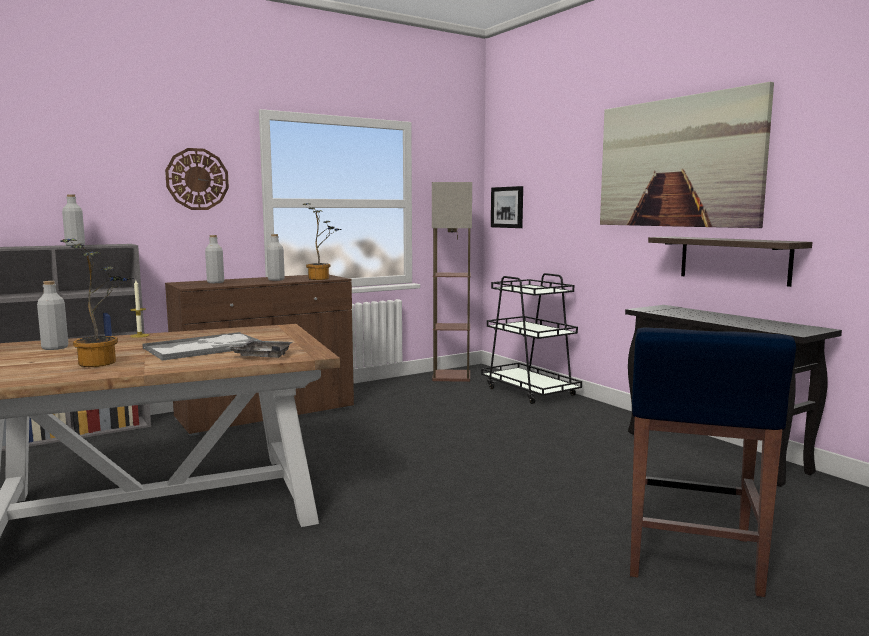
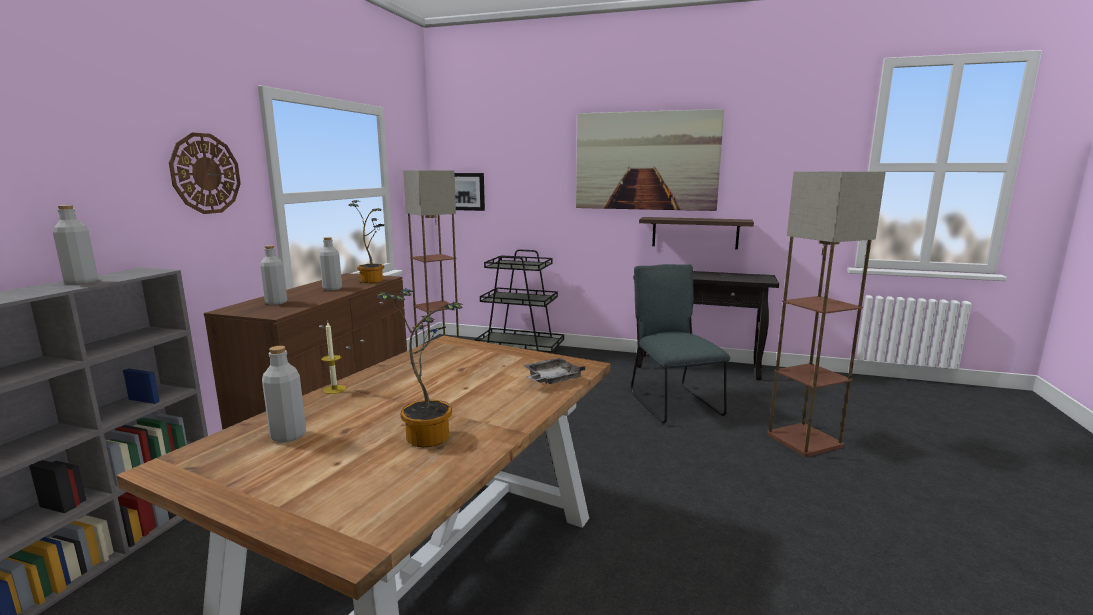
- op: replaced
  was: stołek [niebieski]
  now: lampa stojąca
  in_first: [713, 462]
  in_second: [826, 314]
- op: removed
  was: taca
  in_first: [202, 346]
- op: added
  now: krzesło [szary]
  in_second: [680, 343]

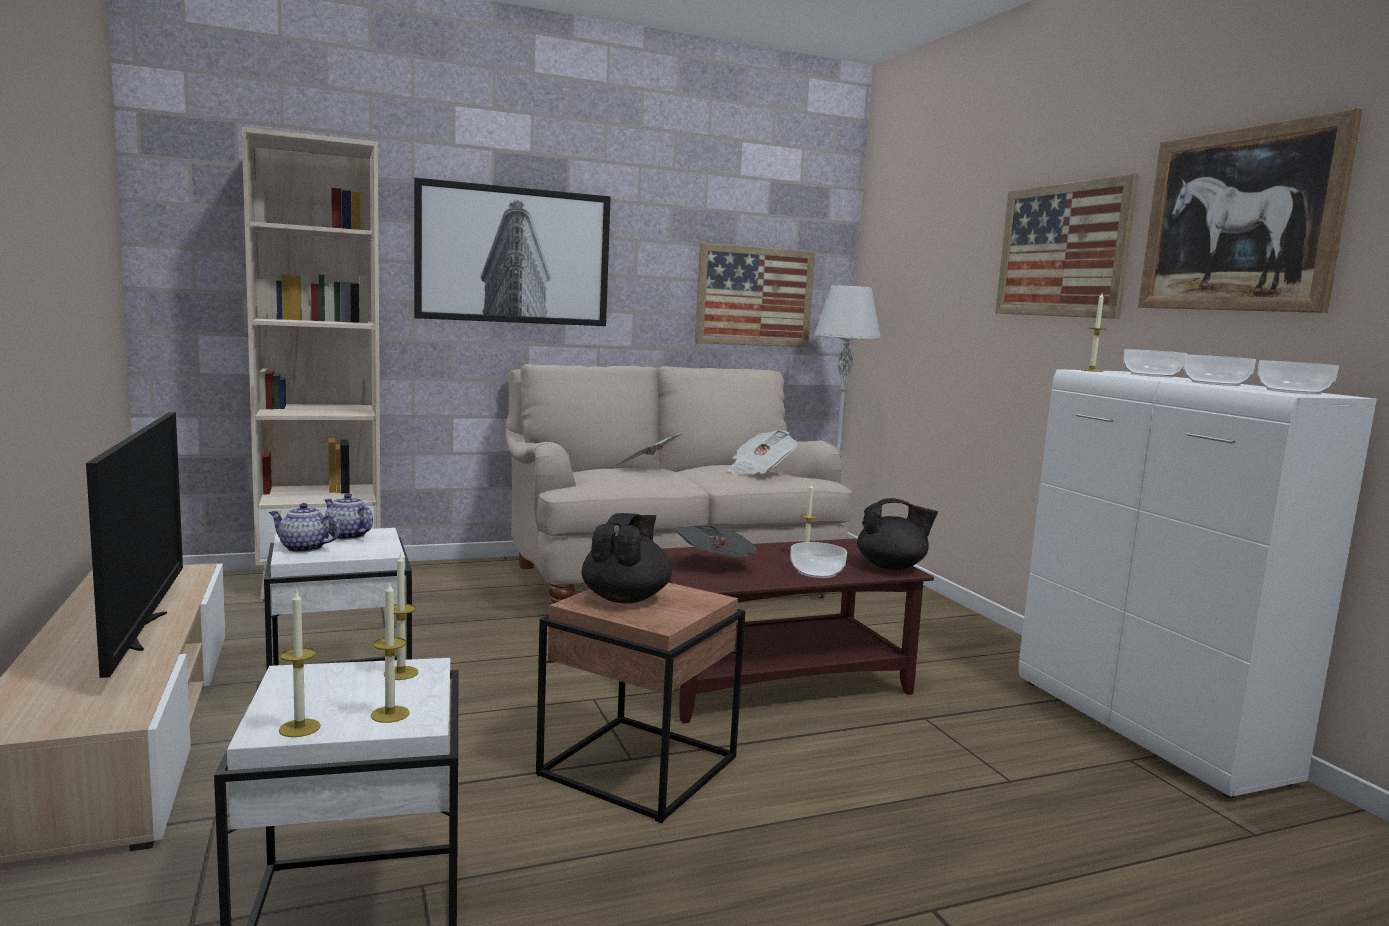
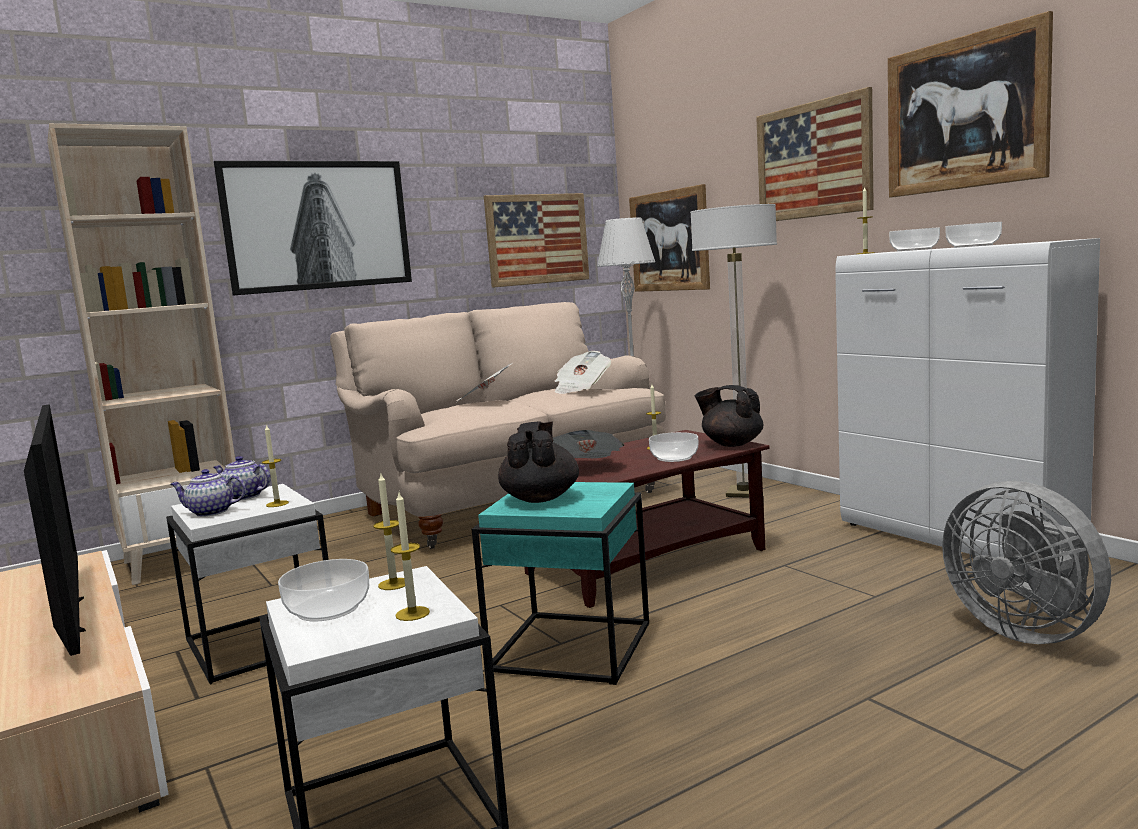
- op: moved
  was: miska
  in_first: [1298, 377]
  in_second: [323, 590]
- op: turned
  was: imbryk [czarny]
  in_first: [897, 534]
  in_second: [729, 416]
  clockwise: -135
- op: recoloured
  was: stolik [brązowy]
  now: stolik [turkusowy]
  in_first: [641, 702]
  in_second: [560, 583]
- op: moved
  was: świeca
  in_first: [300, 663]
  in_second: [275, 465]
- op: added
  now: obraz
  in_second: [669, 238]
- op: added
  now: lampa stojąca
  in_second: [733, 351]
- op: added
  now: wentylator [szary]
  in_second: [1026, 562]

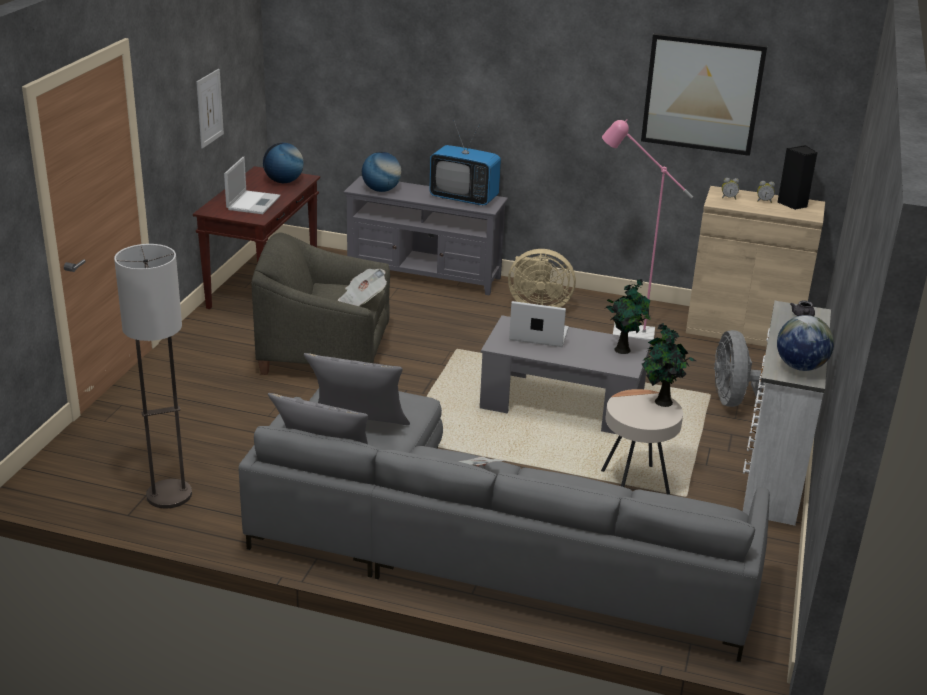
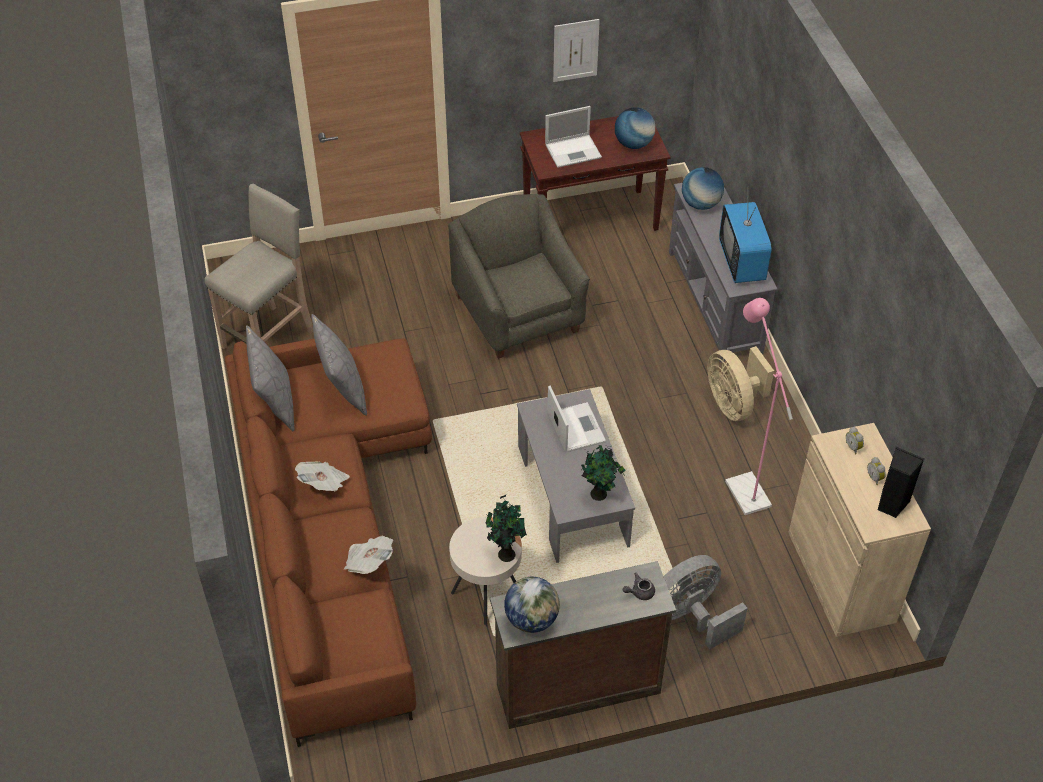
- op: removed
  was: obraz
  in_first: [704, 94]
- op: replaced
  was: lampa stojąca
  now: stołek [beżowy]
  in_first: [153, 376]
  in_second: [258, 266]
- op: moved
  was: gazeta
  in_first: [362, 287]
  in_second: [368, 555]
- op: recoloured
  was: komoda [biały]
  now: komoda [brązowy]
  in_first: [787, 413]
  in_second: [583, 645]
- op: recoloured
  was: kanapa [szary]
  now: kanapa [brązowy]
  in_first: [504, 525]
  in_second: [328, 542]

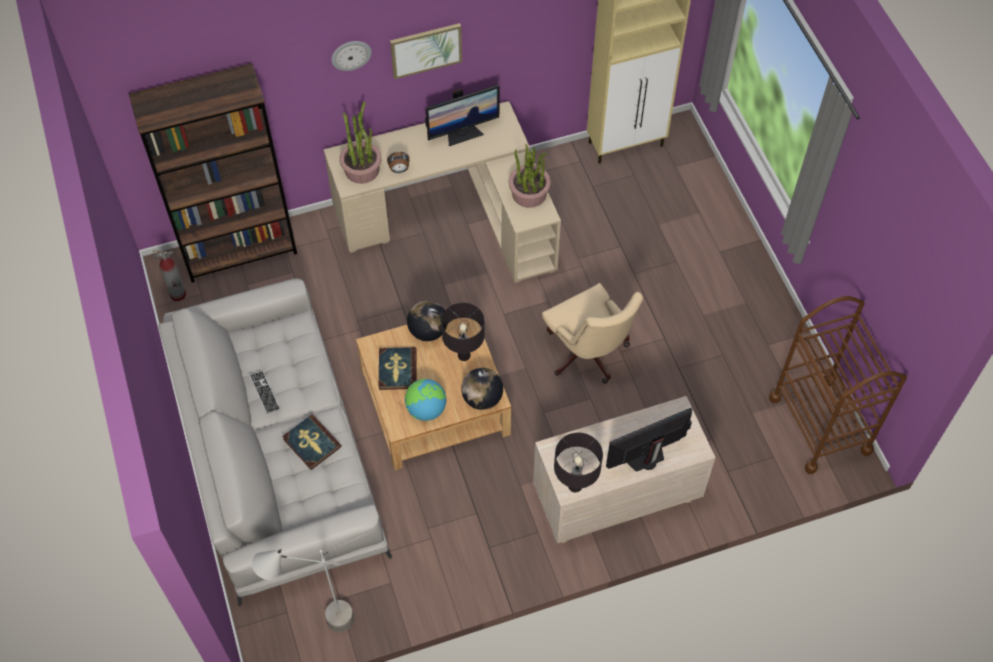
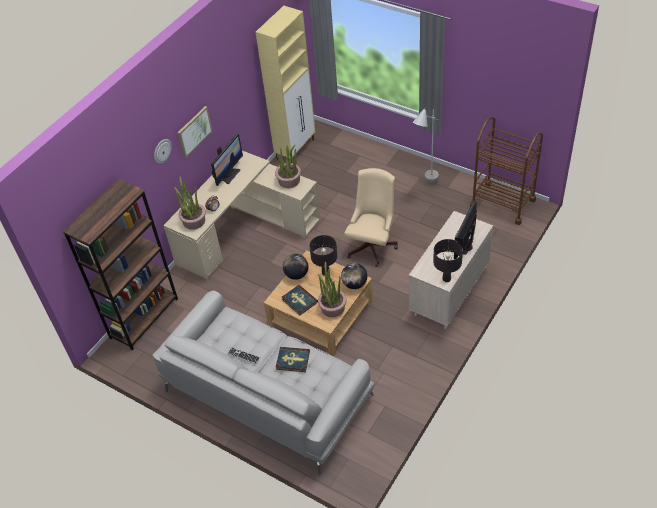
- op: removed
  was: gaśnica
  in_first: [169, 275]
- op: turned
  was: krzesło biurowe [beżowy]
  in_first: [592, 333]
  in_second: [371, 217]
  clockwise: -90
- op: replaced
  was: globus
  now: roślina doniczkowa
  in_first: [425, 400]
  in_second: [332, 289]
- op: moved
  was: lampa stojąca [szary]
  in_first: [303, 590]
  in_second: [426, 146]

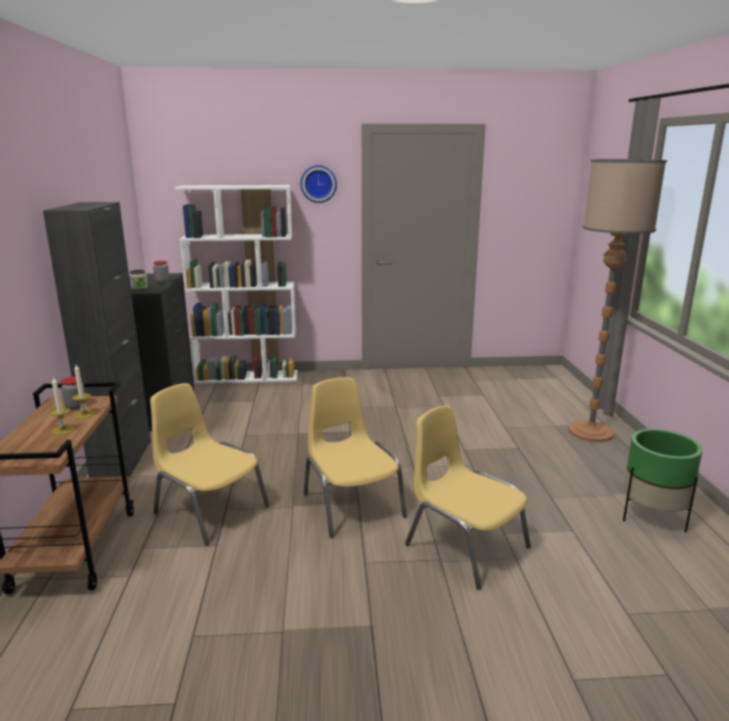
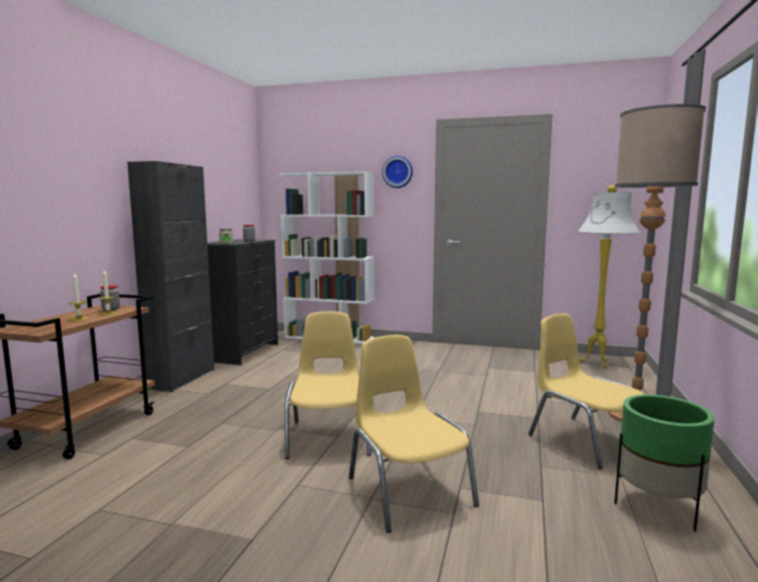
- op: moved
  was: krzesło [żółty]
  in_first: [209, 464]
  in_second: [586, 391]
- op: added
  now: lampa stojąca [biały]
  in_second: [609, 276]

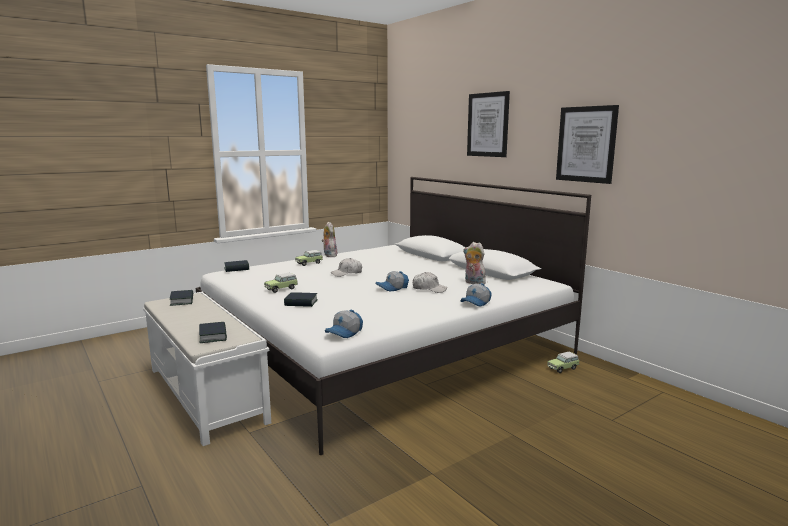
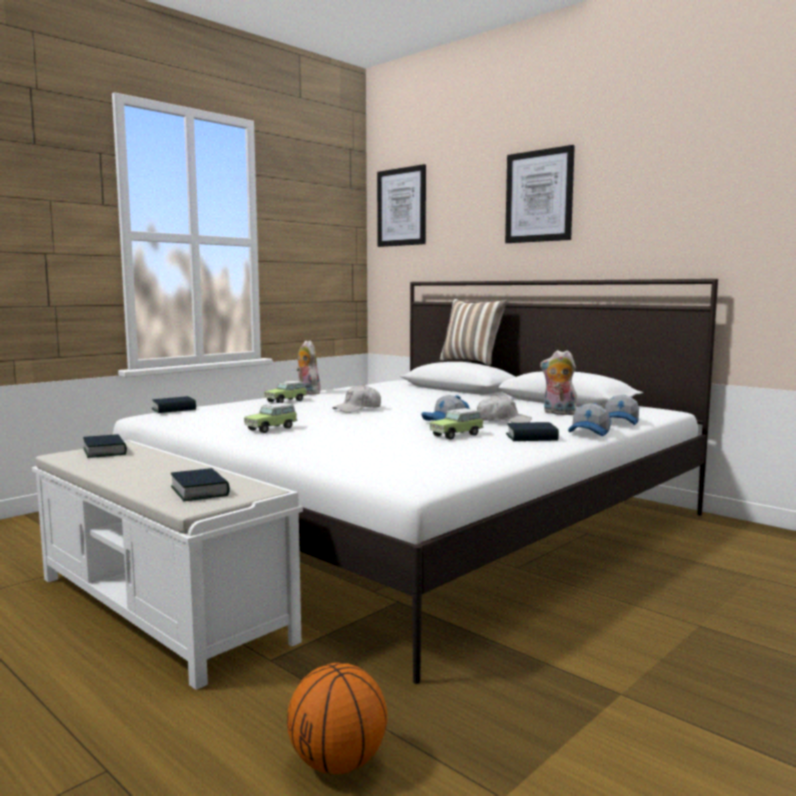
- op: moved
  was: obraz
  in_first: [587, 144]
  in_second: [401, 205]
- op: moved
  was: książka
  in_first: [301, 299]
  in_second: [532, 431]
- op: moved
  was: czapka z daszkiem
  in_first: [344, 324]
  in_second: [622, 410]
- op: moved
  was: samochodzik
  in_first: [563, 362]
  in_second: [457, 424]
- op: added
  now: poduszka
  in_second: [474, 332]
- op: added
  now: piłka do koszykówki
  in_second: [337, 718]

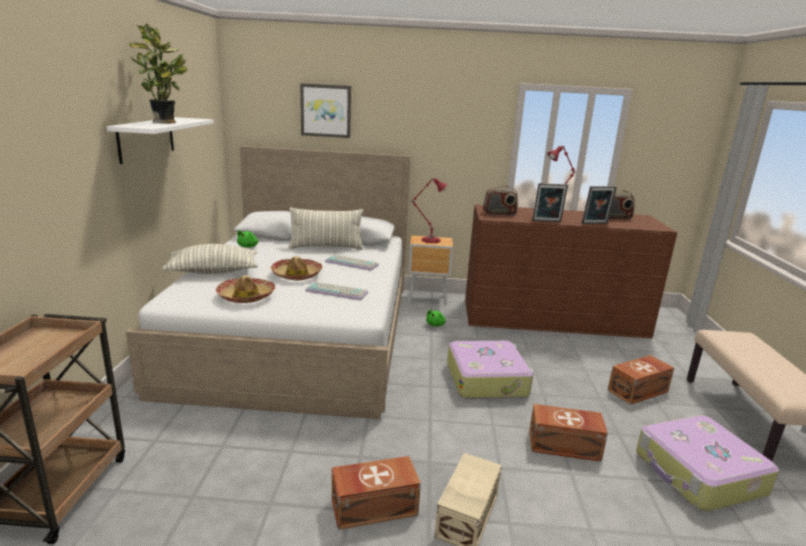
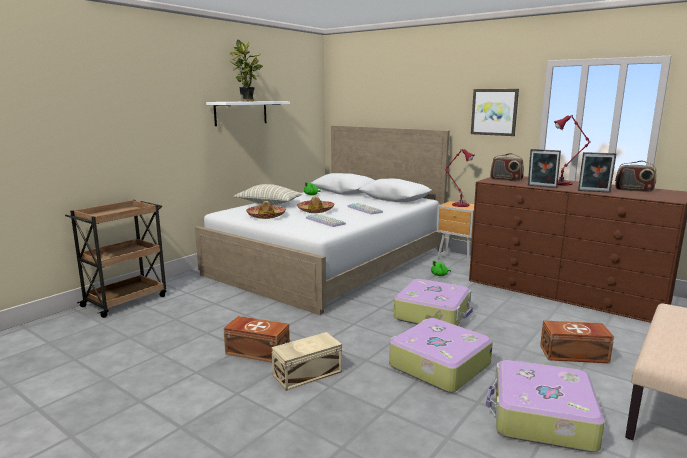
- op: moved
  was: obraz
  in_first: [325, 110]
  in_second: [495, 112]
- op: removed
  was: poduszka
  in_first: [326, 229]
- op: replaced
  was: pojemnik do przechowywania [brązowy]
  now: walizka
  in_first: [568, 433]
  in_second: [441, 355]

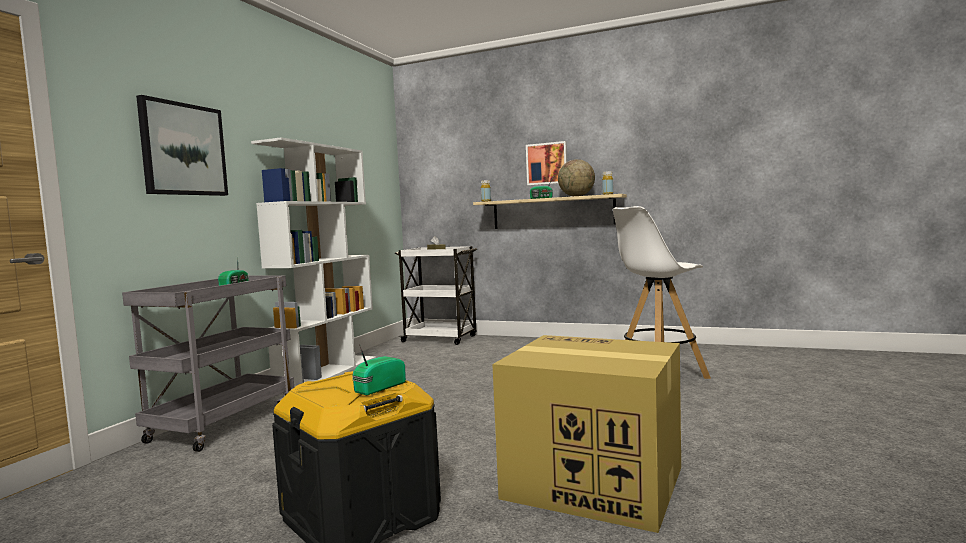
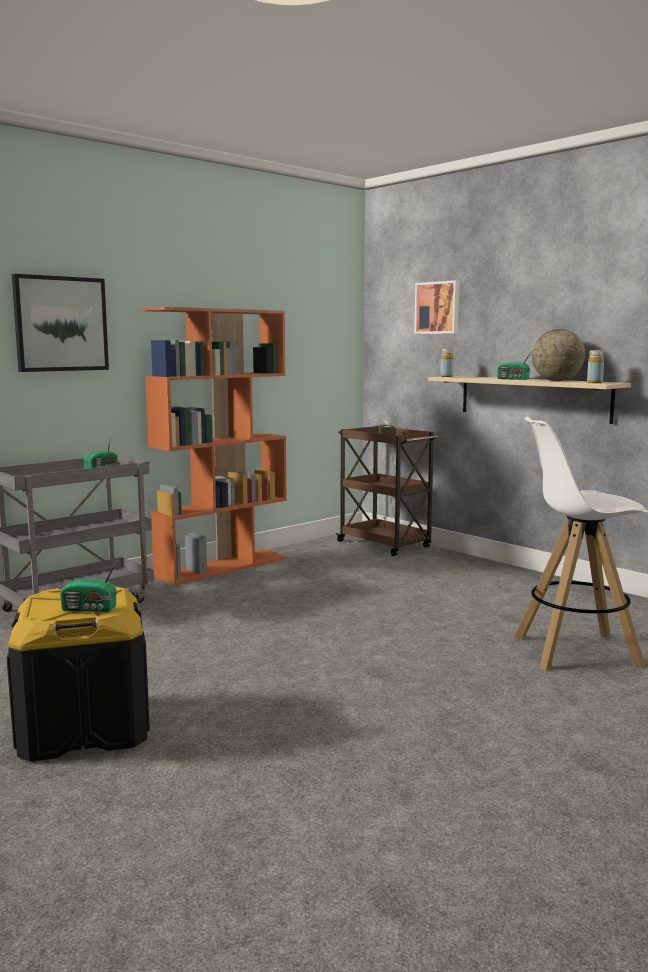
- op: recoloured
  was: regał [biały]
  now: regał [pomarańczowy]
  in_first: [313, 263]
  in_second: [214, 446]
- op: moved
  was: obraz
  in_first: [546, 163]
  in_second: [437, 307]
- op: recoloured
  was: wózek [biały]
  now: wózek [brązowy]
  in_first: [436, 295]
  in_second: [387, 491]
- op: removed
  was: karton
  in_first: [586, 434]
- op: turned
  was: radio
  in_first: [379, 369]
  in_second: [89, 584]
  clockwise: -150

